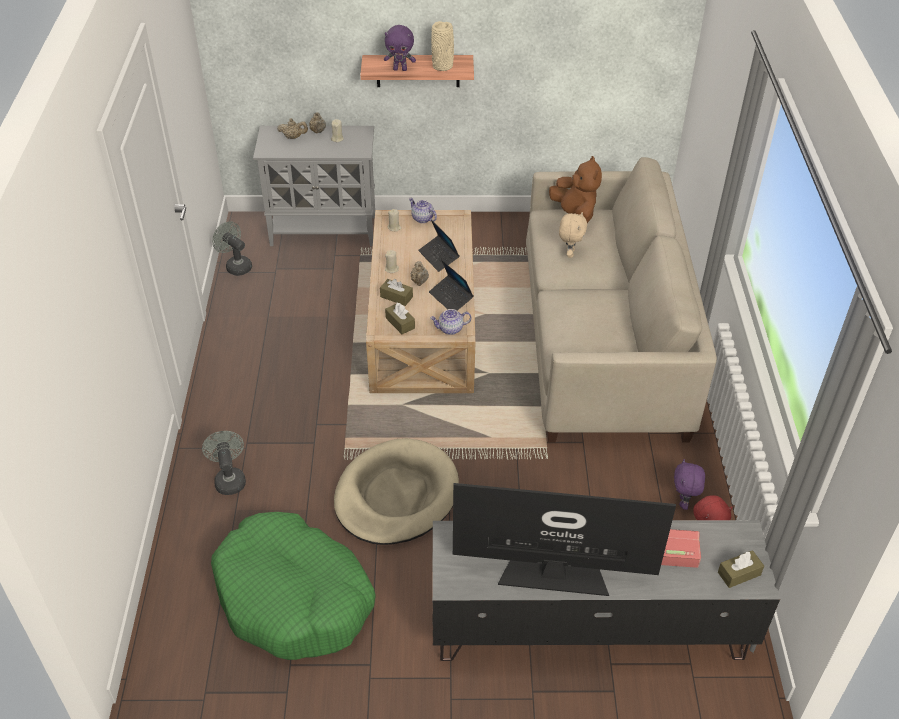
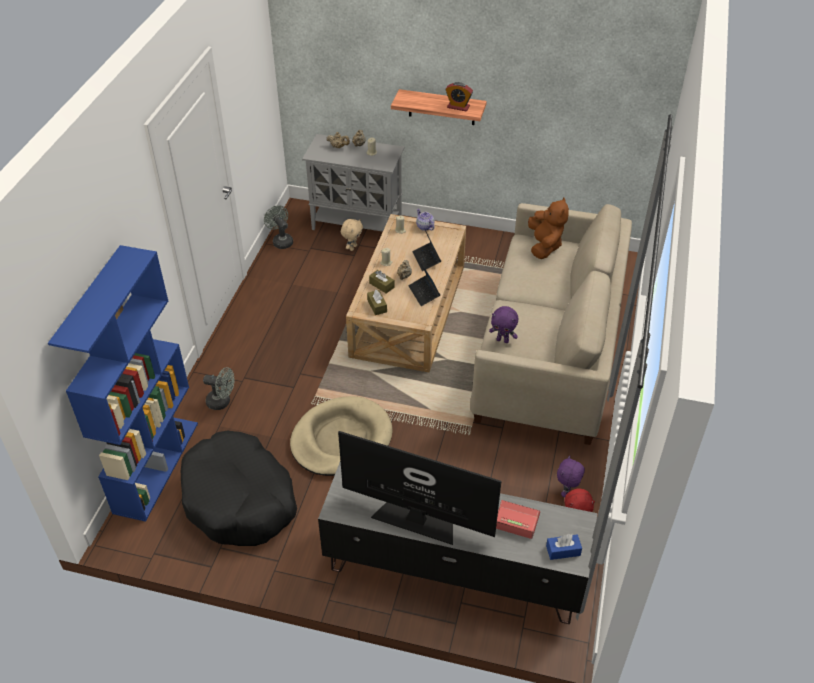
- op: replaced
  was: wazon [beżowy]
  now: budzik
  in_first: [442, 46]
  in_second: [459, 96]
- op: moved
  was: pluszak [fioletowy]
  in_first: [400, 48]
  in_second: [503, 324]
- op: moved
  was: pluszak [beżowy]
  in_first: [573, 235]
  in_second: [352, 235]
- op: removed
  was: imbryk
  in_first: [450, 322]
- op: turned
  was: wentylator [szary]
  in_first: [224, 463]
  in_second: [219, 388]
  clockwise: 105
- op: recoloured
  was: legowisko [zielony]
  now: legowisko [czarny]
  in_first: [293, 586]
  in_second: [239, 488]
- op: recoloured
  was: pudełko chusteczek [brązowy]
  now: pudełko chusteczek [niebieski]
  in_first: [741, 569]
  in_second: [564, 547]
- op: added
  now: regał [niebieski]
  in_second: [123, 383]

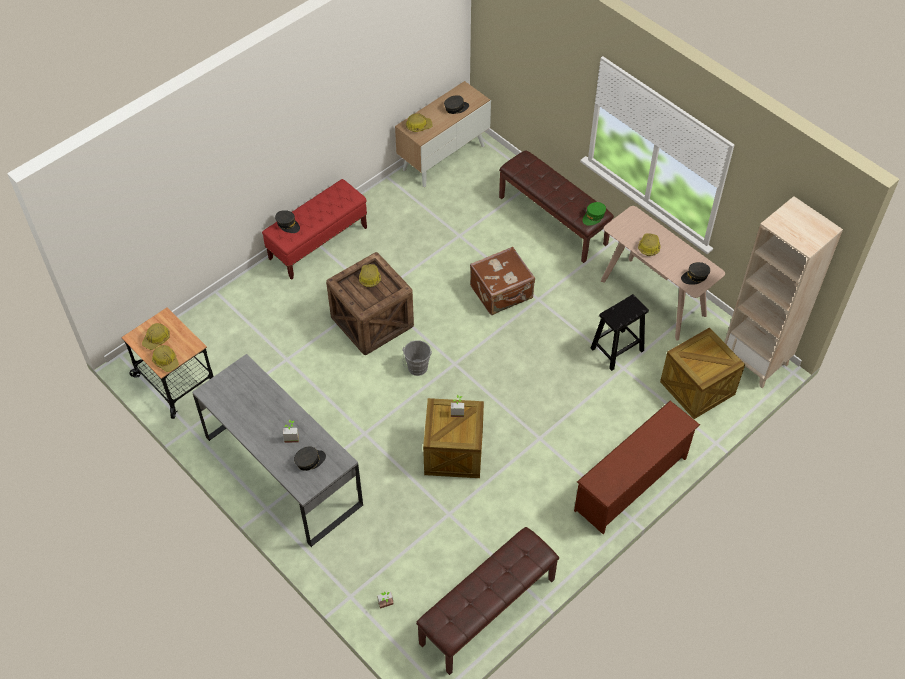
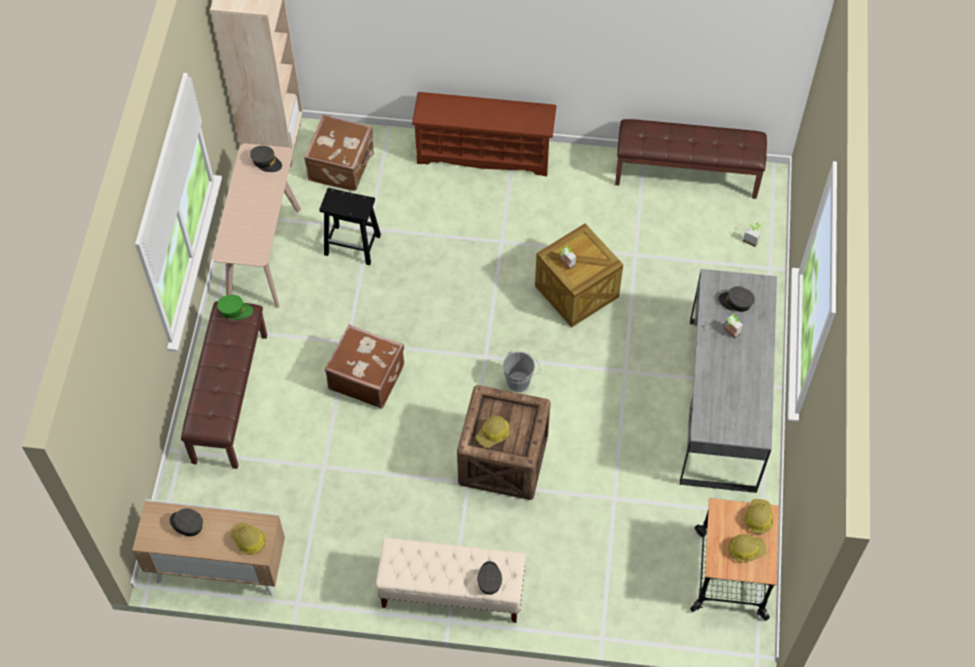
- op: recoloured
  was: ławka [czerwony]
  now: ławka [beżowy]
  in_first: [314, 229]
  in_second: [450, 580]
- op: removed
  was: kask
  in_first: [649, 244]
- op: replaced
  was: skrzynka
  now: walizka [brązowy]
  in_first: [702, 373]
  in_second: [339, 153]

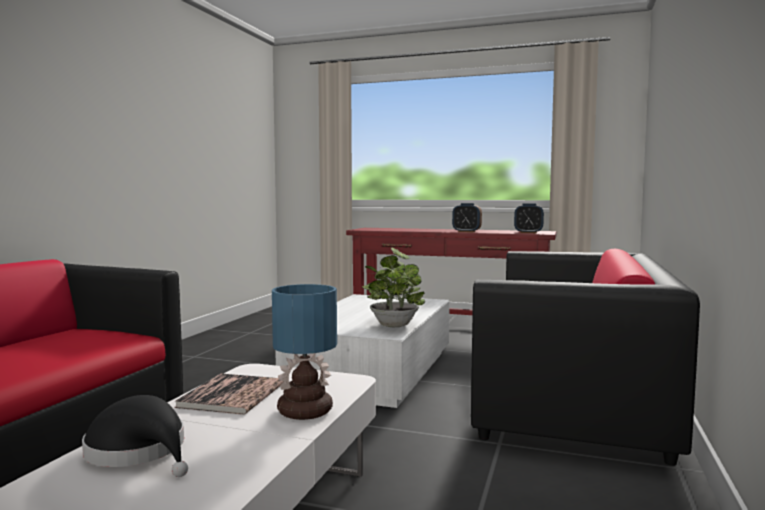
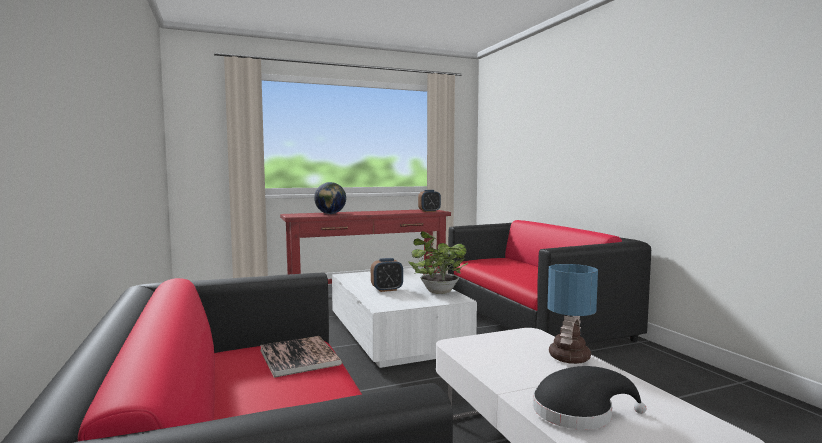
- op: moved
  was: budzik
  in_first: [467, 217]
  in_second: [387, 275]
- op: moved
  was: książka
  in_first: [229, 394]
  in_second: [301, 357]
- op: added
  now: globus
  in_second: [330, 198]

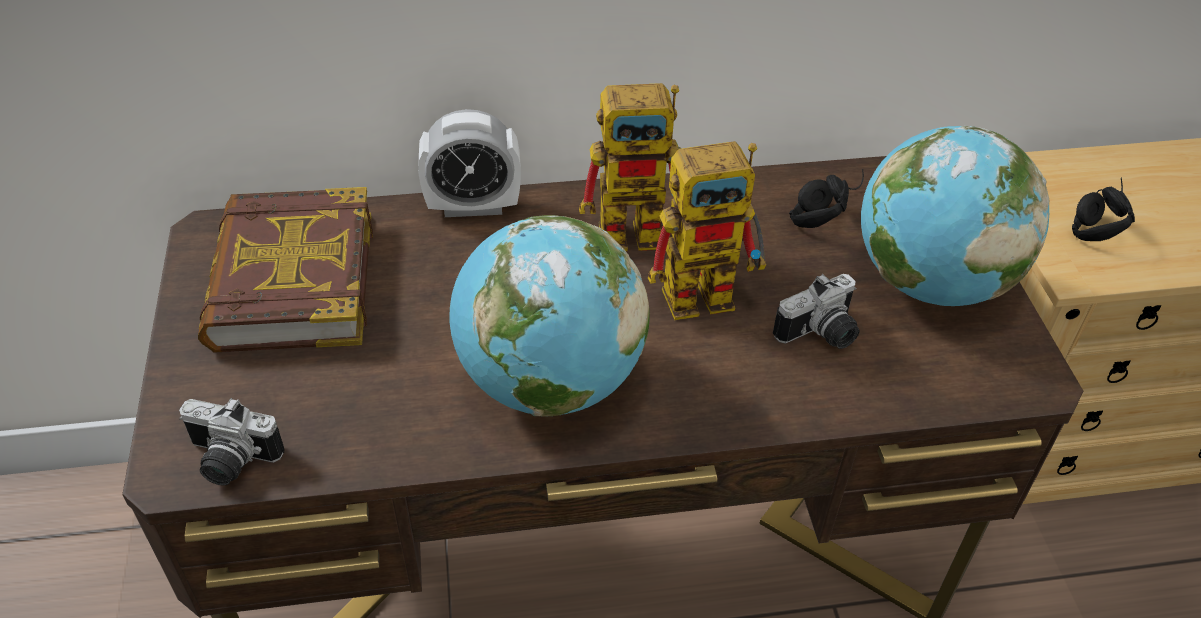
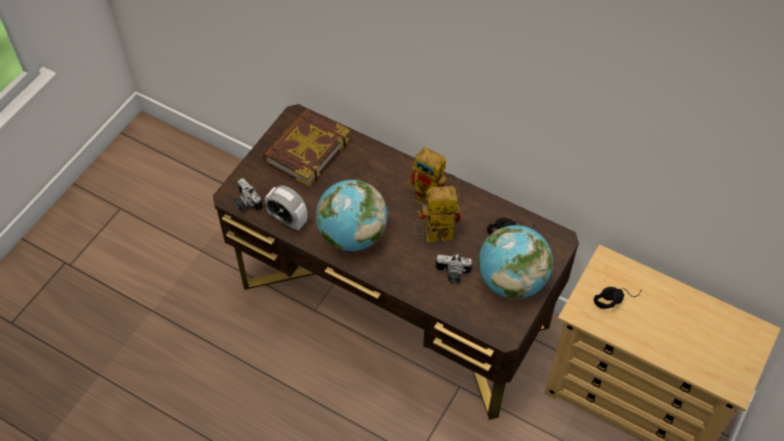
- op: moved
  was: budzik
  in_first: [469, 163]
  in_second: [286, 207]
- op: turned
  was: robot zabawkowy
  in_first: [707, 230]
  in_second: [438, 214]
  clockwise: 150

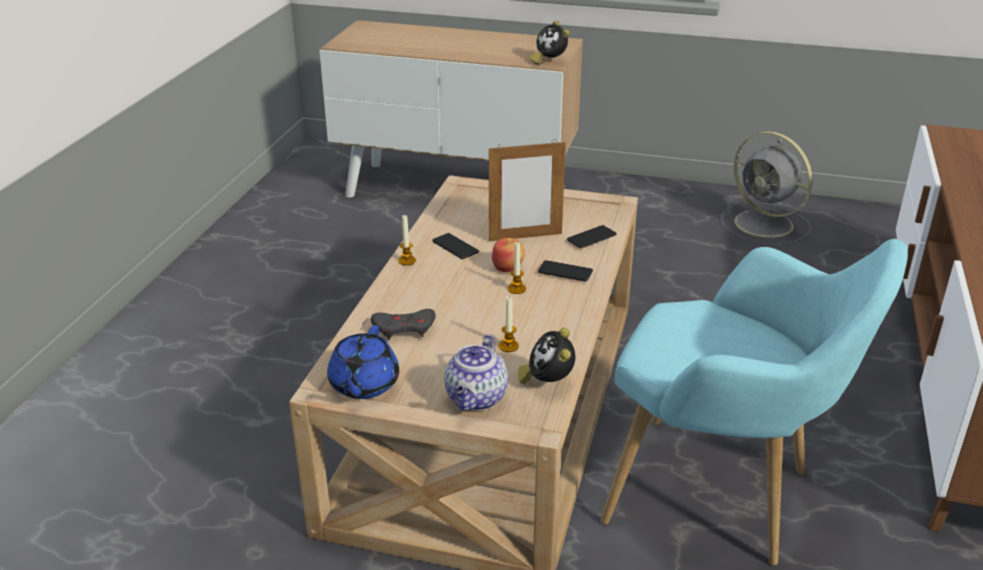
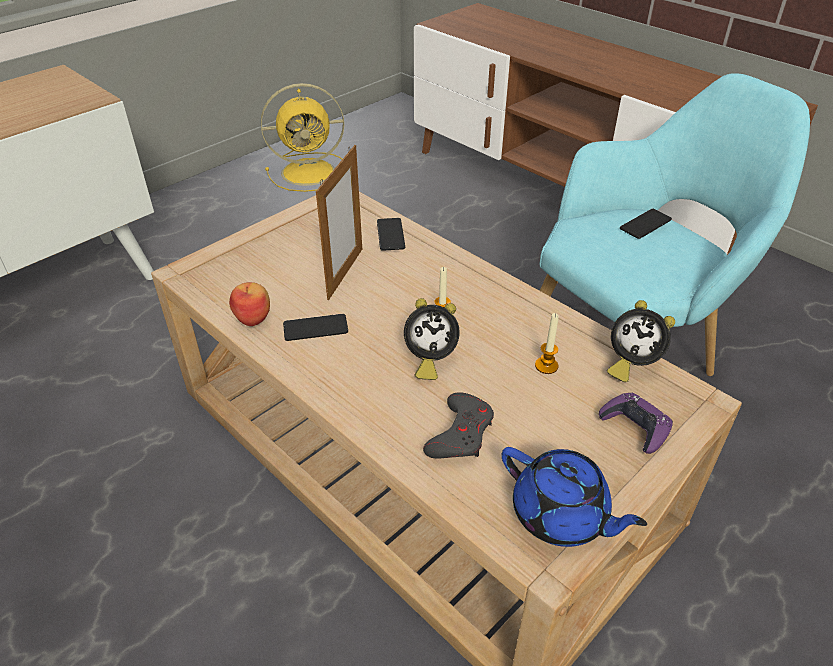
- op: moved
  was: budzik
  in_first: [550, 43]
  in_second: [432, 339]
- op: recoloured
  was: wentylator [szary]
  now: wentylator [żółty]
  in_first: [766, 188]
  in_second: [302, 137]
- op: removed
  was: świeca
  in_first: [407, 240]
- op: moved
  was: jabłko
  in_first: [508, 255]
  in_second: [249, 304]
- op: moved
  was: telefon
  in_first: [565, 271]
  in_second: [646, 224]
- op: replaced
  was: imbryk
  now: pad do gier [fioletowy]
  in_first: [476, 372]
  in_second: [636, 423]

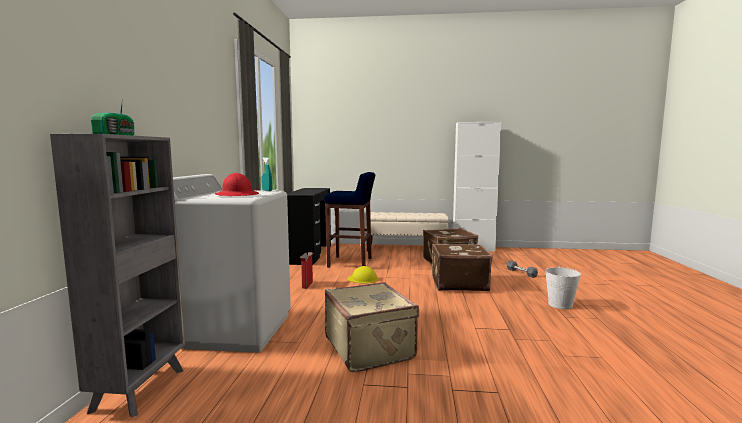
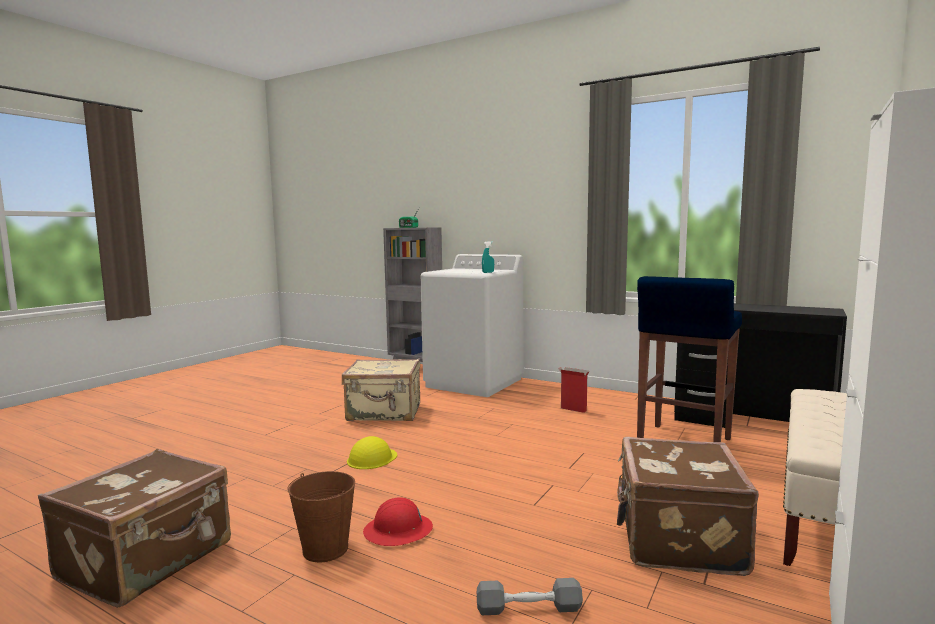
- op: moved
  was: kask [czerwony]
  in_first: [237, 184]
  in_second: [398, 521]
- op: moved
  was: walizka [brązowy]
  in_first: [462, 267]
  in_second: [134, 528]
- op: moved
  was: kask [żółty]
  in_first: [363, 274]
  in_second: [372, 452]
- op: recoloured
  was: wiadro [biały]
  now: wiadro [brązowy]
  in_first: [563, 287]
  in_second: [321, 516]

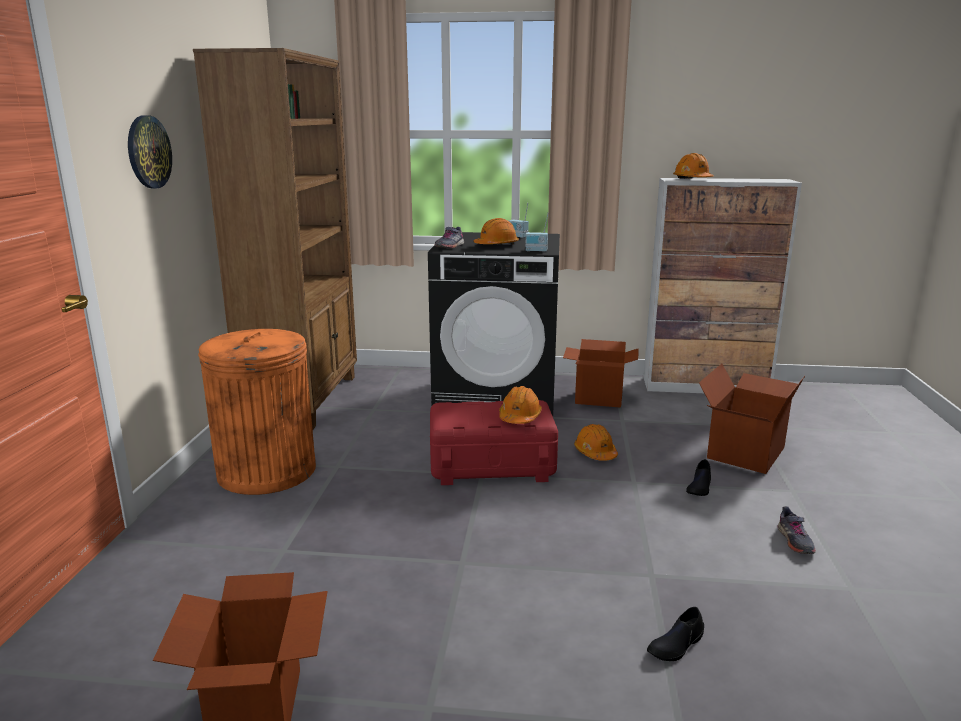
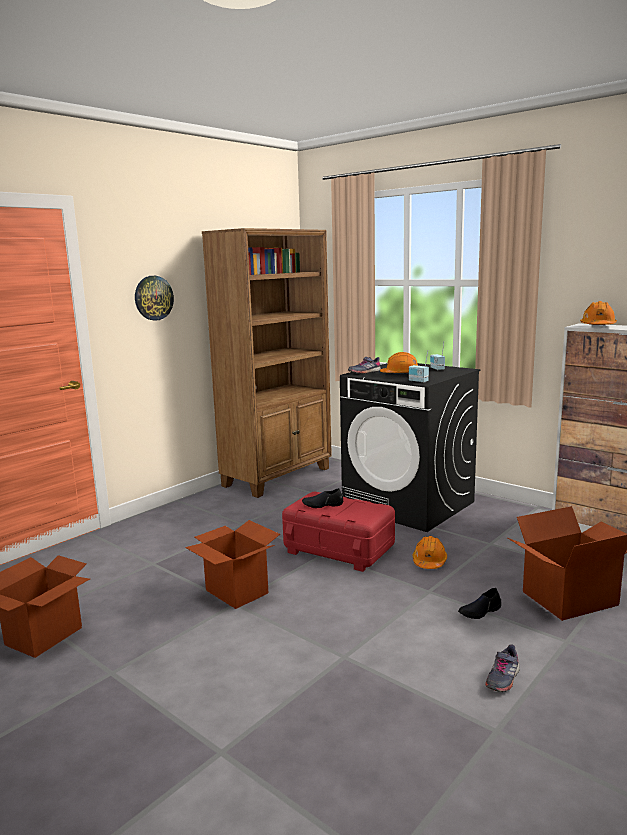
- op: removed
  was: kosz na śmieci [pomarańczowy]
  in_first: [257, 412]
- op: moved
  was: karton
  in_first: [601, 373]
  in_second: [232, 564]
- op: removed
  was: kask [pomarańczowy]
  in_first: [520, 405]
- op: moved
  was: but [czarny]
  in_first: [675, 634]
  in_second: [322, 498]

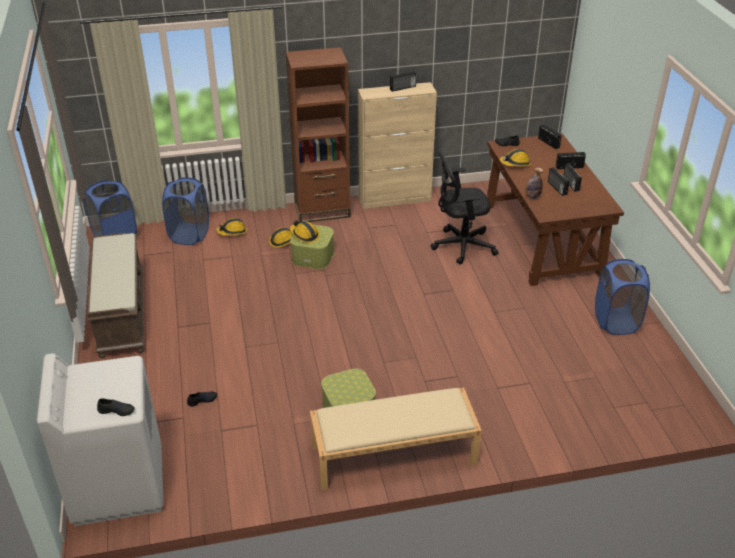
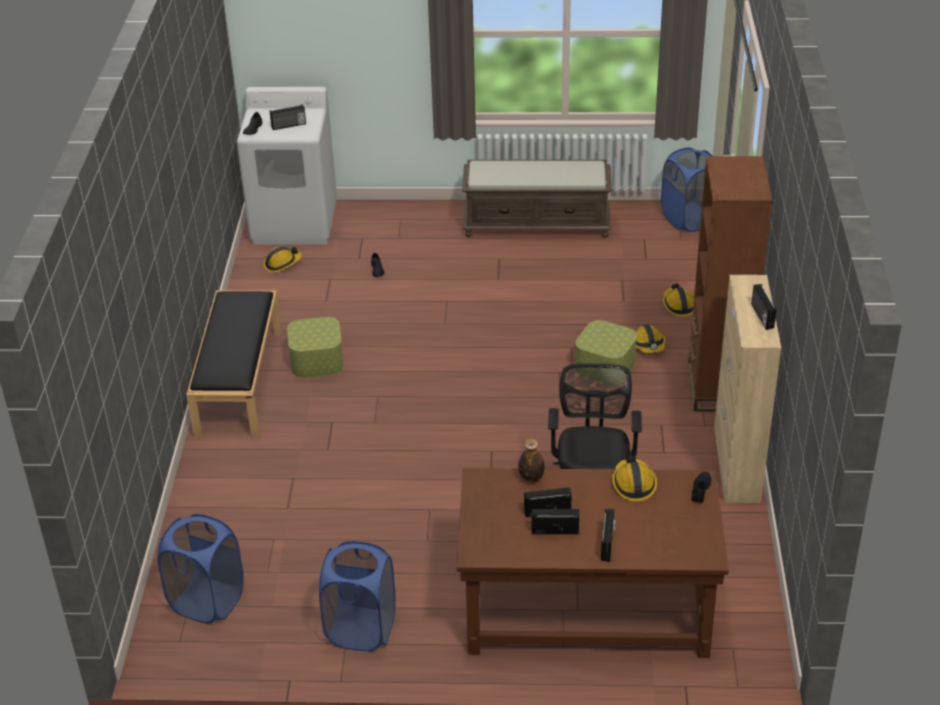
- op: moved
  was: radio
  in_first: [550, 136]
  in_second: [288, 117]
- op: moved
  was: kosz na pranie [niebieski]
  in_first: [185, 211]
  in_second: [201, 569]
- op: moved
  was: kask
  in_first: [305, 231]
  in_second: [283, 259]
- op: recoloured
  was: ławka [beżowy]
  now: ławka [czarny]
  in_first: [396, 439]
  in_second: [234, 364]

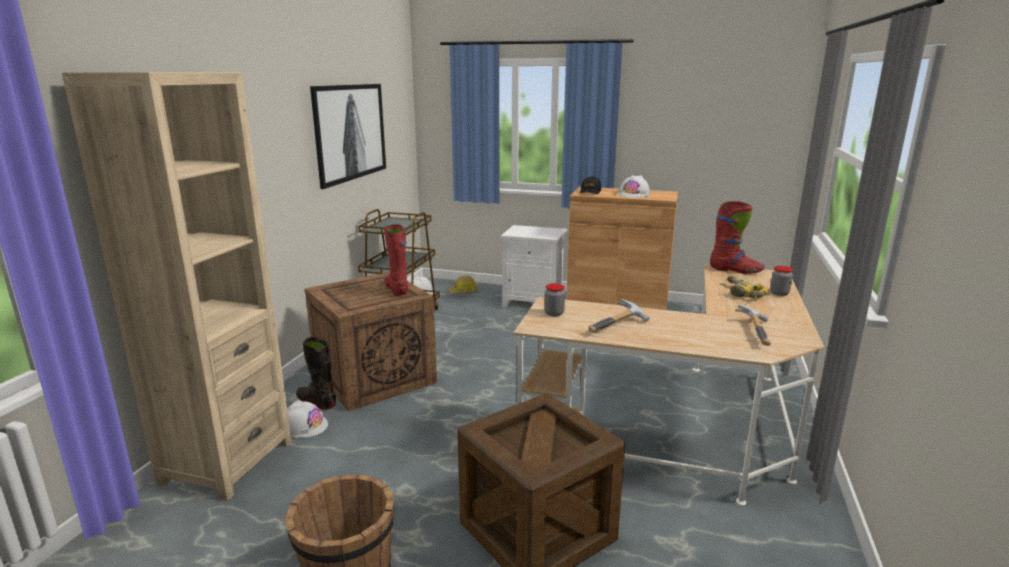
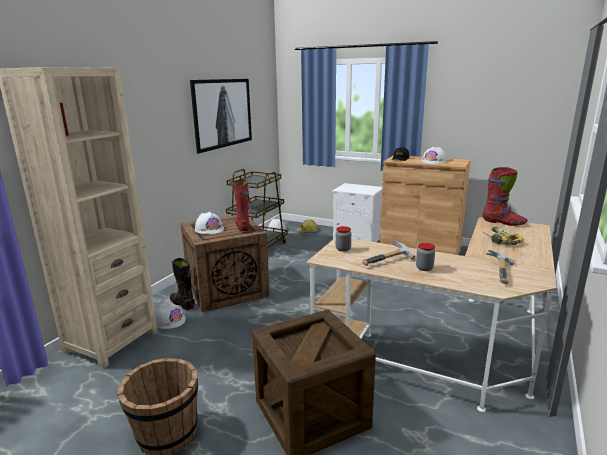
- op: moved
  was: słoik
  in_first: [781, 281]
  in_second: [425, 257]
- op: added
  now: kask [biały]
  in_second: [209, 222]

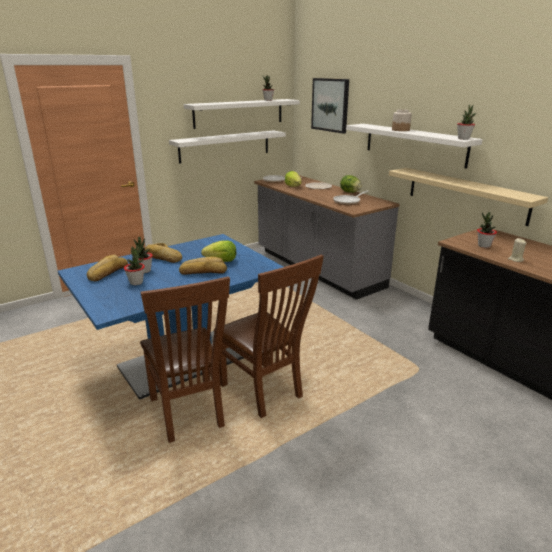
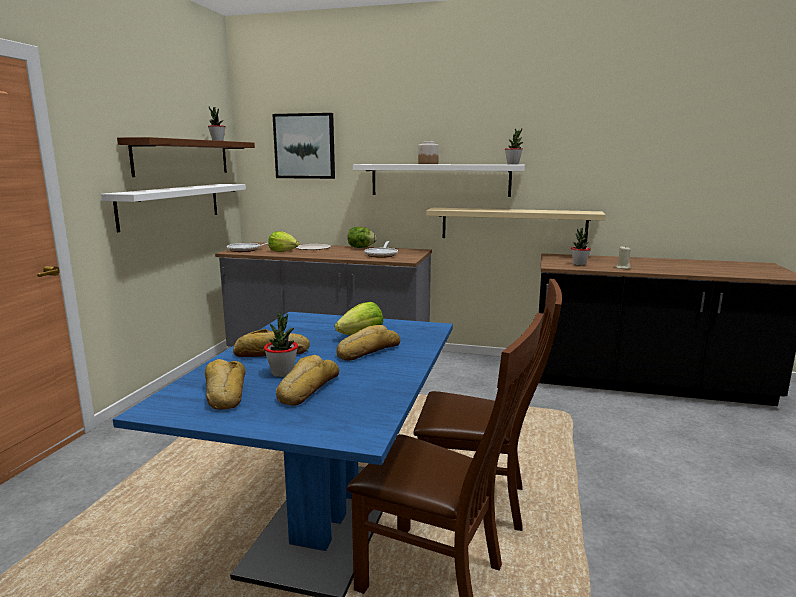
- op: recoloured
  was: półka [biały]
  now: półka [brązowy]
  in_first: [242, 114]
  in_second: [186, 157]
- op: replaced
  was: roślina doniczkowa
  now: chleb
  in_first: [134, 265]
  in_second: [307, 380]

